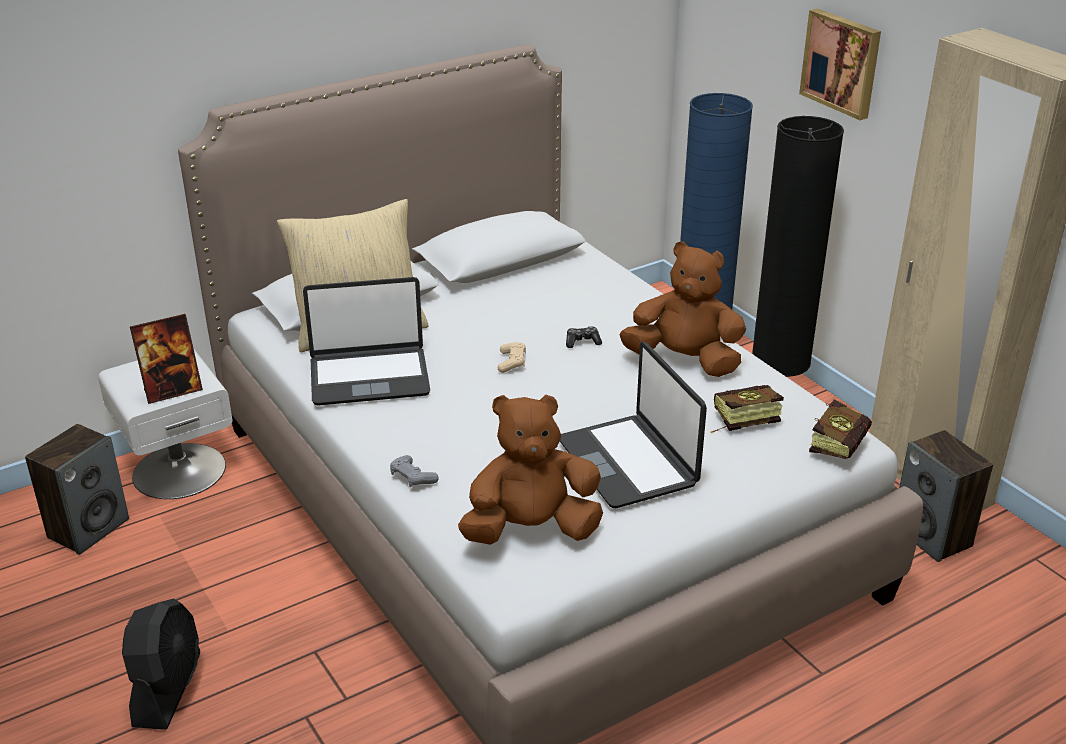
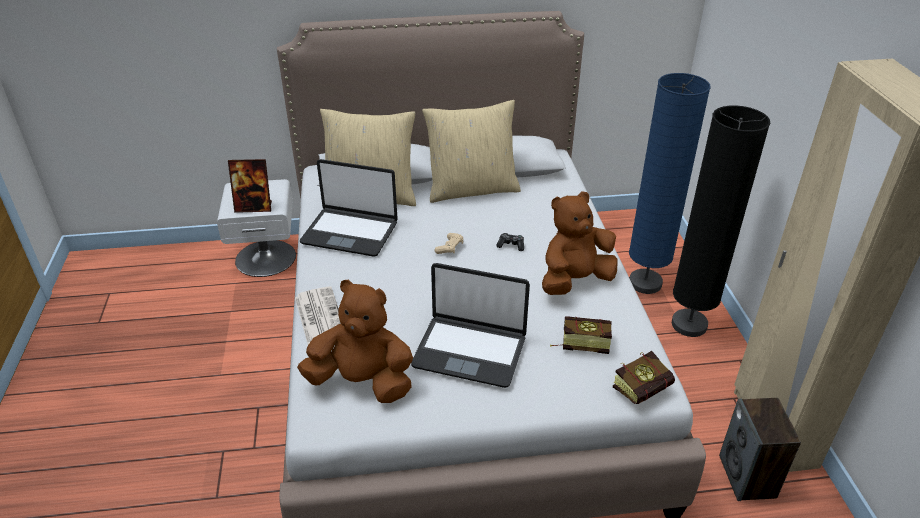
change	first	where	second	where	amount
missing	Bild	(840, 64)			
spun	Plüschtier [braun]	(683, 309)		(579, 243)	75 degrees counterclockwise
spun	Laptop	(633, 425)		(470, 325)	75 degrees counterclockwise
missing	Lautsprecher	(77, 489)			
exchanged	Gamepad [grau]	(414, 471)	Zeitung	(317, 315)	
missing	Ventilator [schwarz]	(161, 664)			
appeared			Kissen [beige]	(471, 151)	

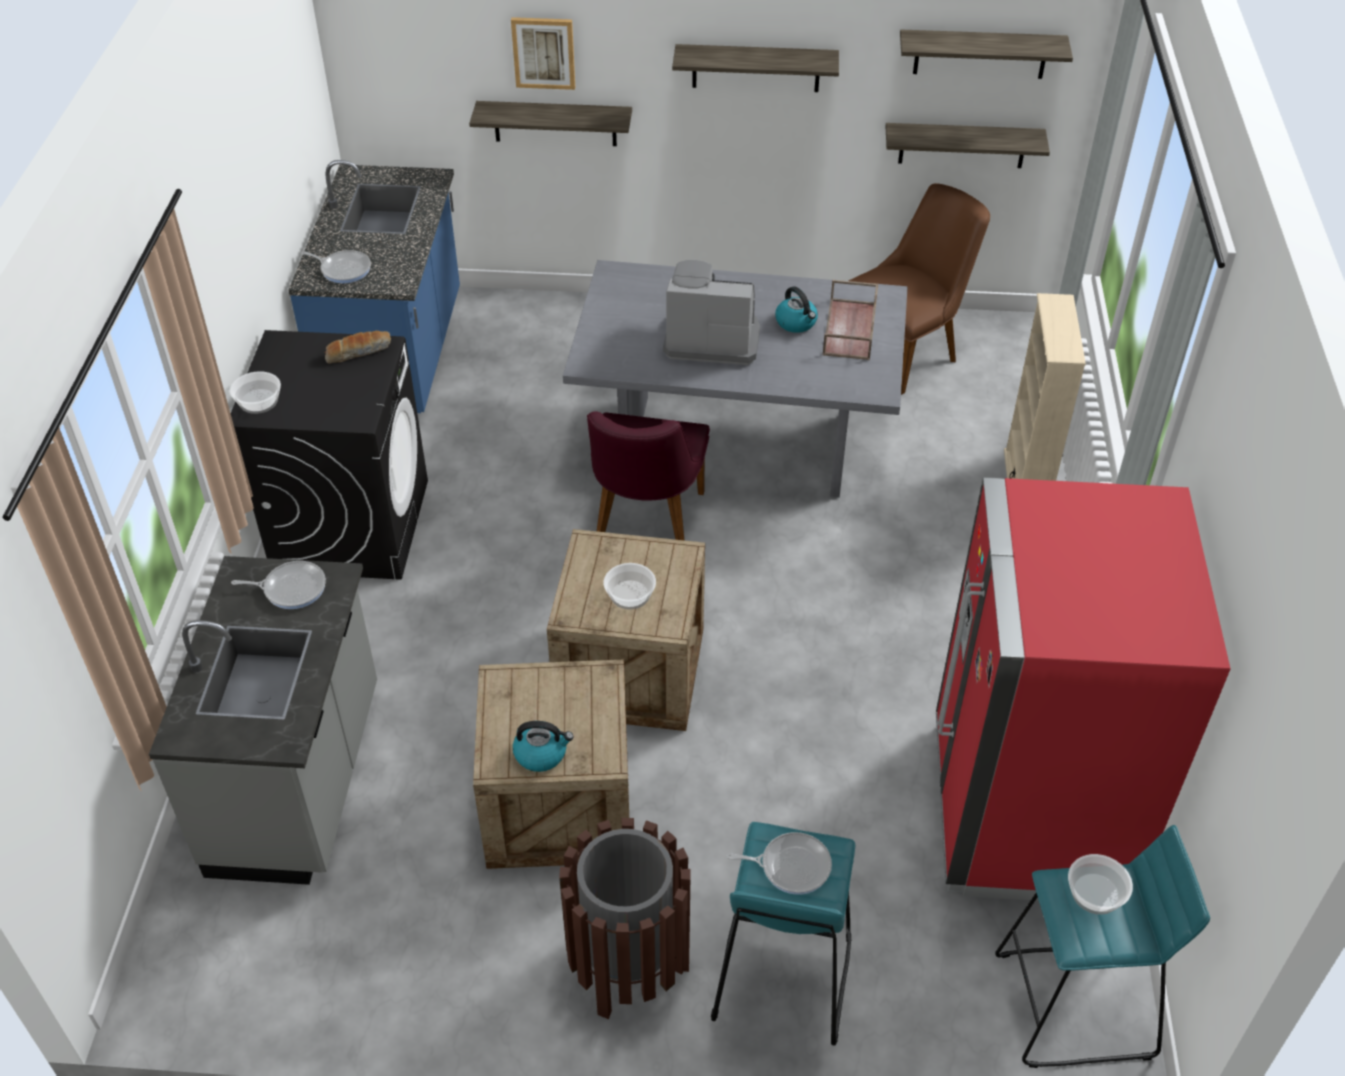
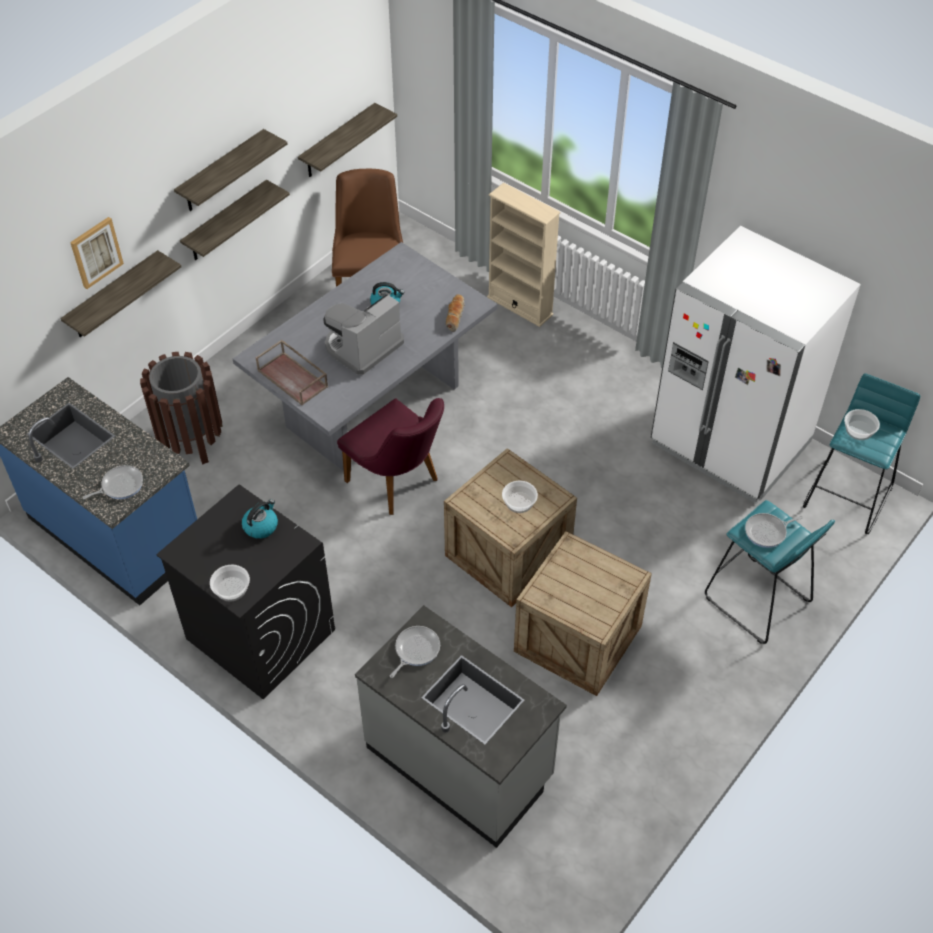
change	first	where	second	where	amount
relocated	Wandregal	(986, 54)		(235, 220)	
relocated	Tablett [braun]	(850, 320)		(291, 372)	
relocated	Brot	(357, 347)		(455, 313)	
colour	Kühlschrank [rot]	(1083, 689)	Kühlschrank [weiß]	(756, 365)	
relocated	Wasserkessel	(543, 746)		(260, 519)	
relocated	Mülleimer [braun]	(625, 918)		(181, 407)	
spun	Pfanne	(779, 863)		(774, 530)	150 degrees counterclockwise

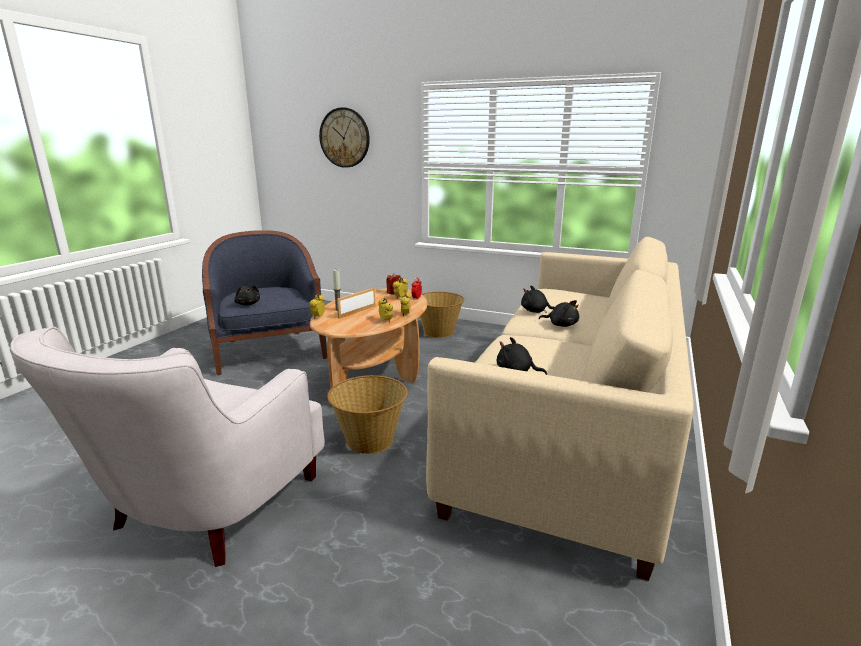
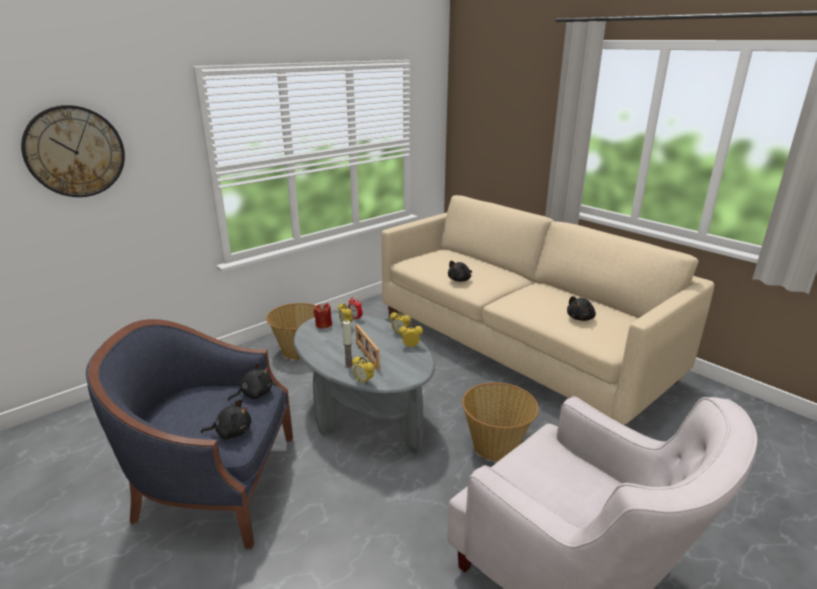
change	first	where	second	where	amount
colour	Couchtisch [braun]	(368, 338)	Couchtisch [grau]	(364, 383)	
relocated	Plüschtier [schwarz]	(559, 313)		(250, 382)	

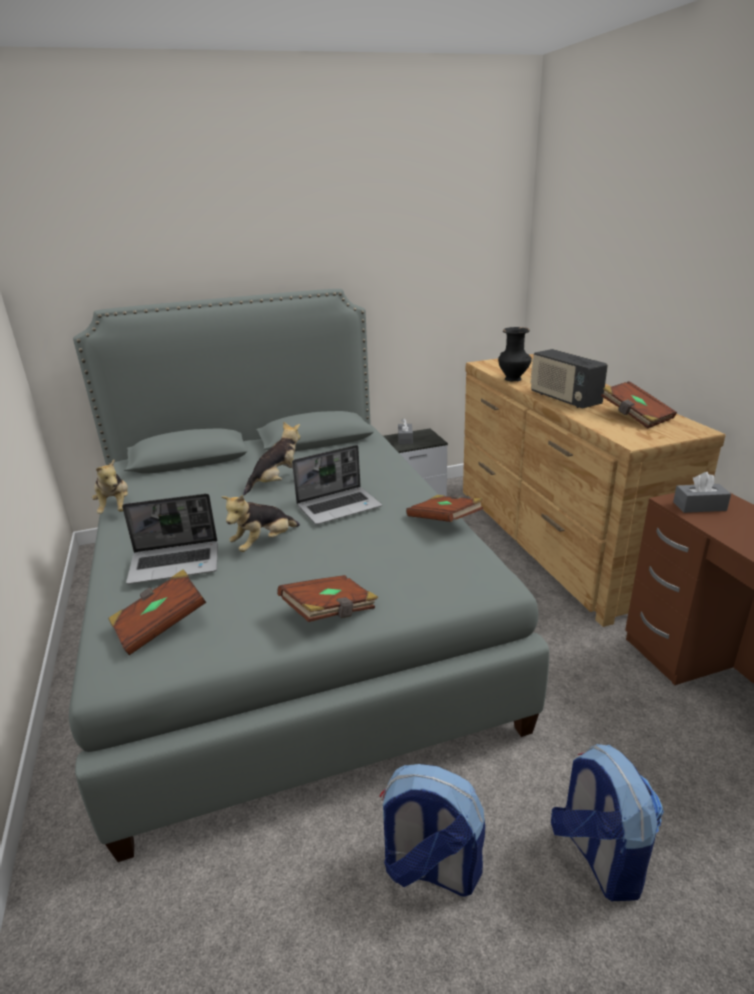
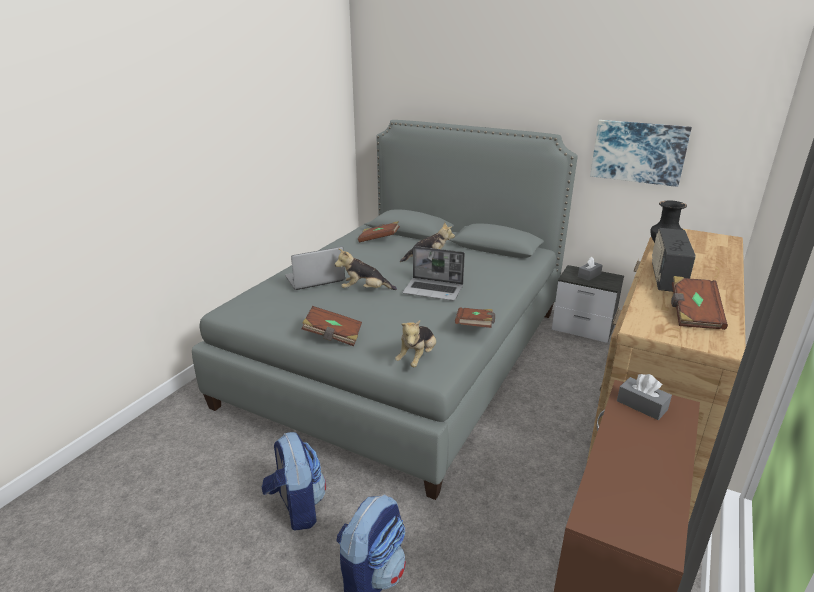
change	first	where	second	where	amount
relocated	Plüschtier	(110, 486)		(415, 343)	
spun	Laptop	(170, 538)		(315, 268)	120 degrees clockwise
relocated	Buch [braun]	(157, 612)		(379, 231)	
appeared			Bild	(641, 153)	

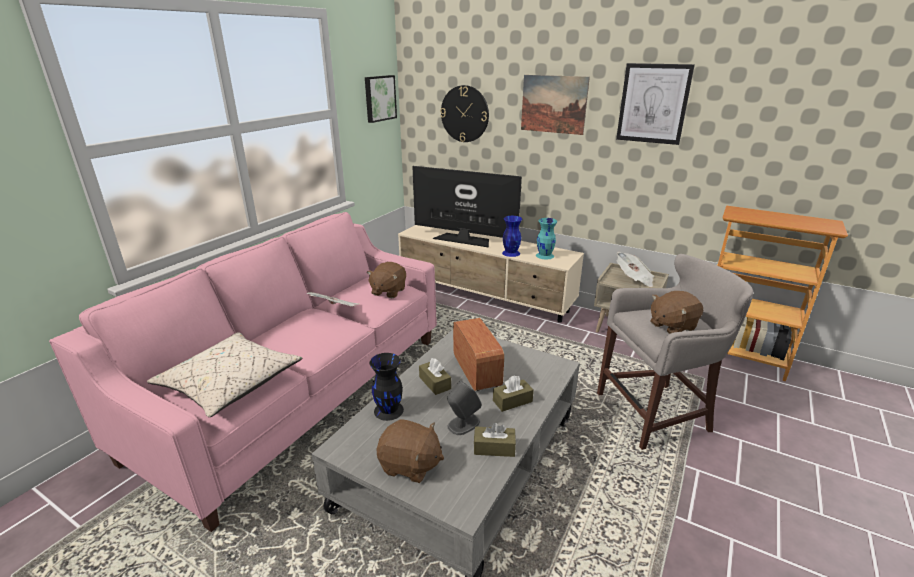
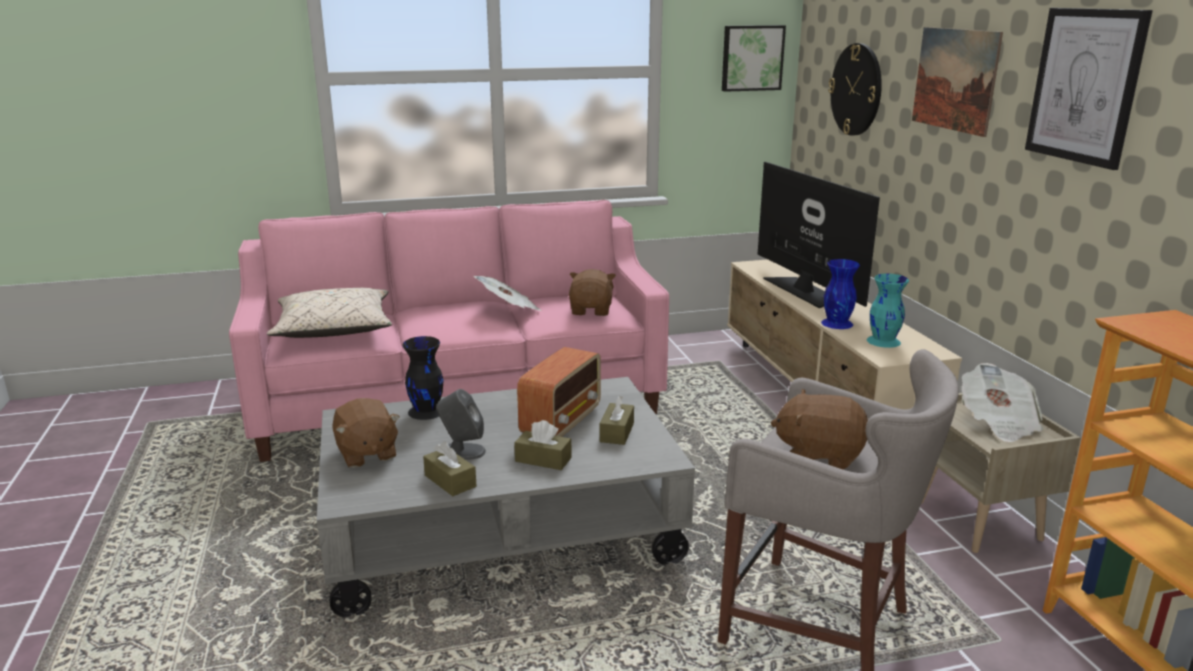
change	first	where	second	where	amount
spun	Plüschtier [braun]	(386, 280)		(592, 292)	120 degrees clockwise
relocated	Taschentuchbox [braun]	(435, 376)		(617, 420)	

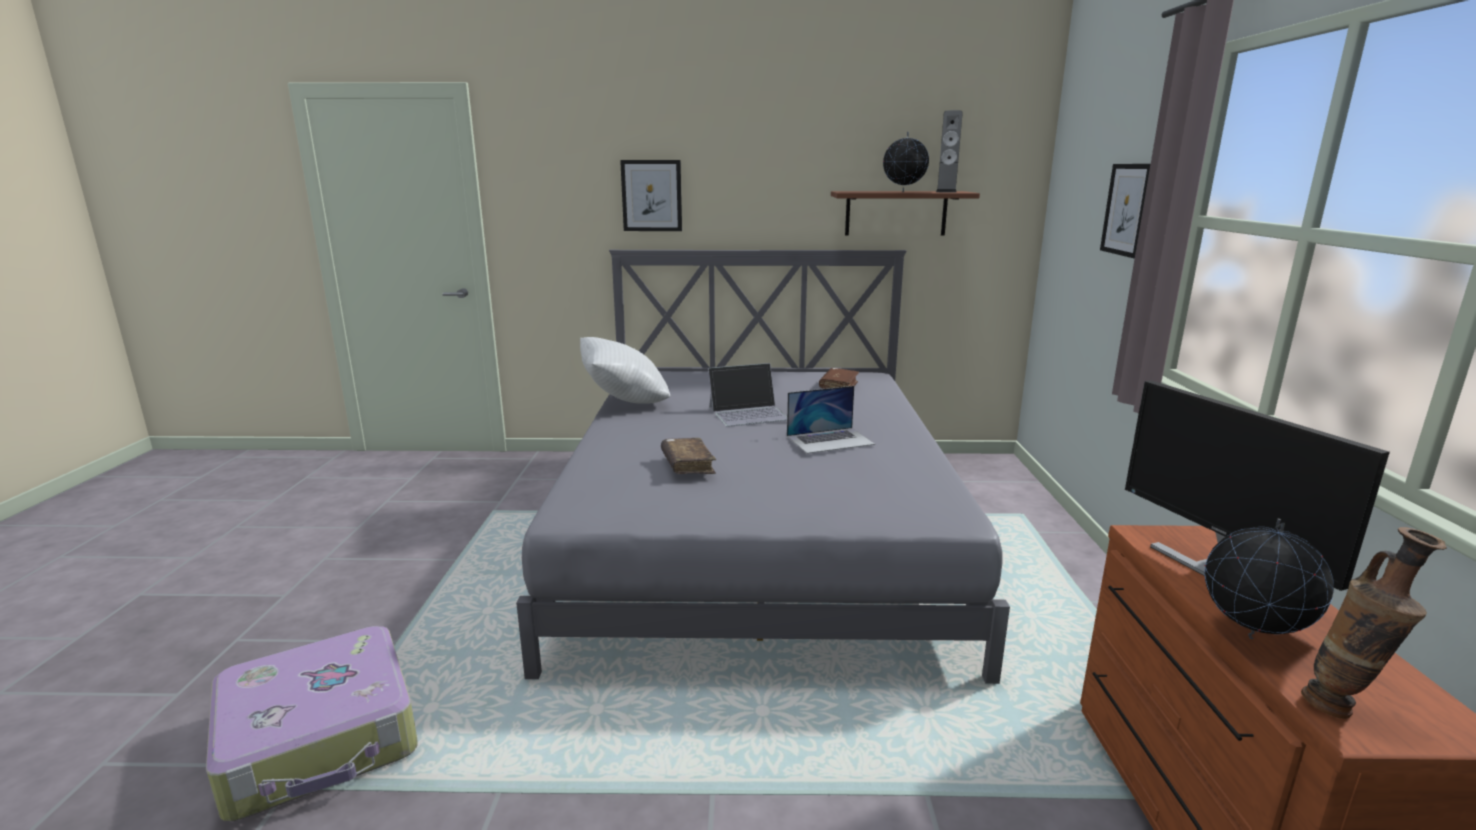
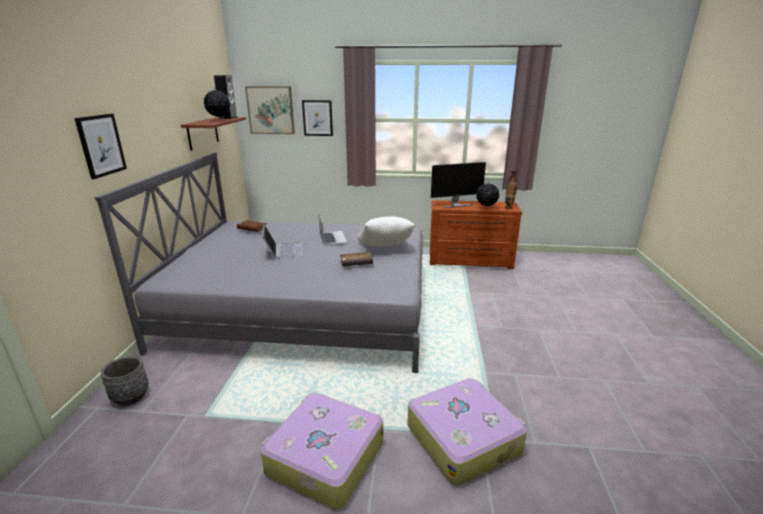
change	first	where	second	where	amount
relocated	Kissen [weiß]	(625, 370)		(386, 231)	
appeared			Bild	(270, 110)	
appeared			Pflanzkübel [grau]	(125, 381)	
appeared			Koffer	(322, 451)	

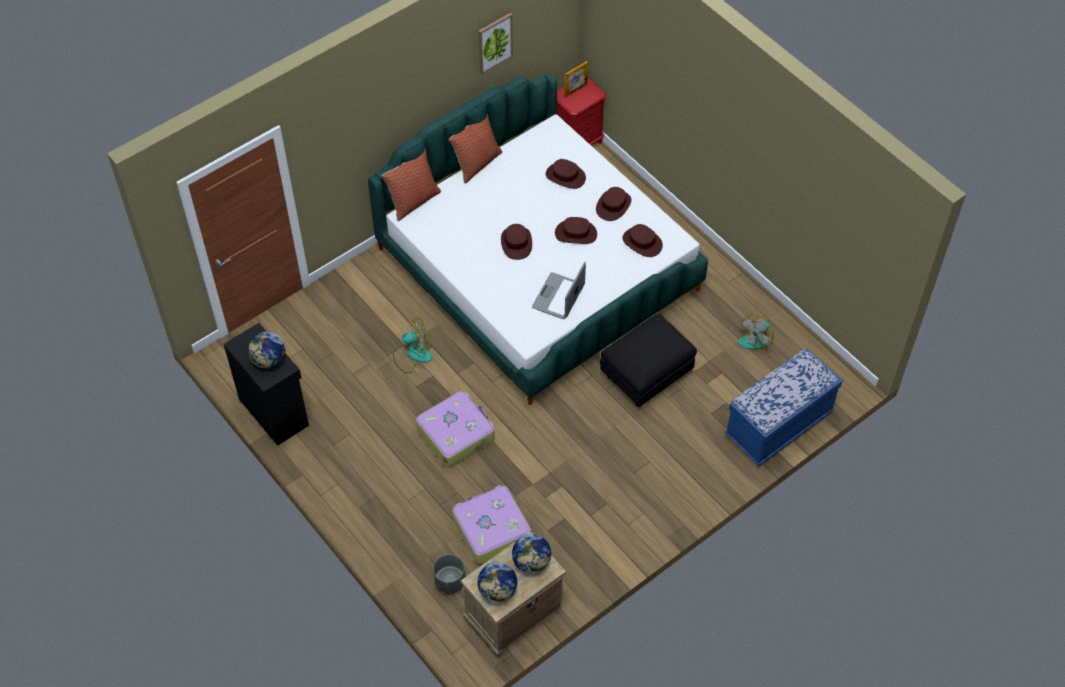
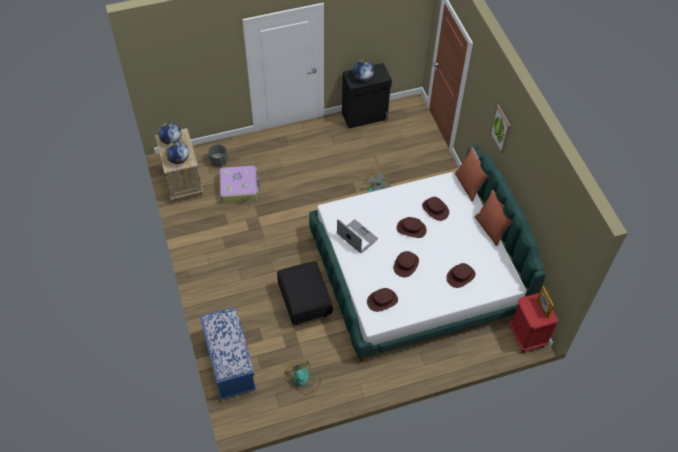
change	first	where	second	where	amount
relocated	Bild	(495, 43)		(500, 129)	
relocated	Hut [braun]	(613, 204)		(435, 209)	
missing	Koffer	(455, 429)			

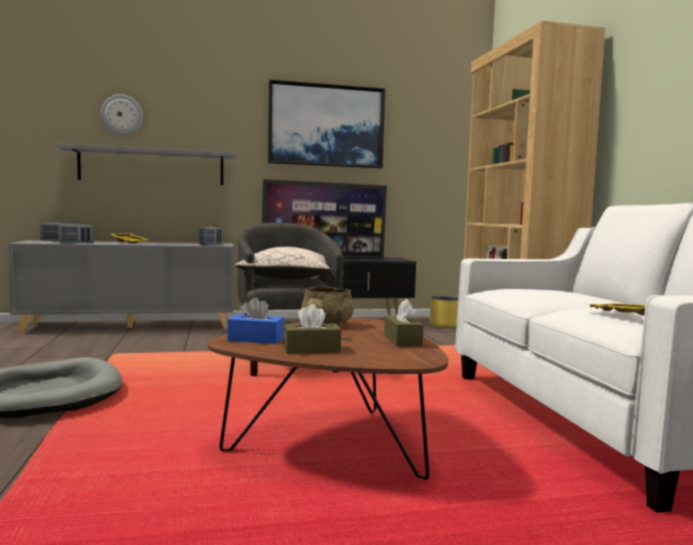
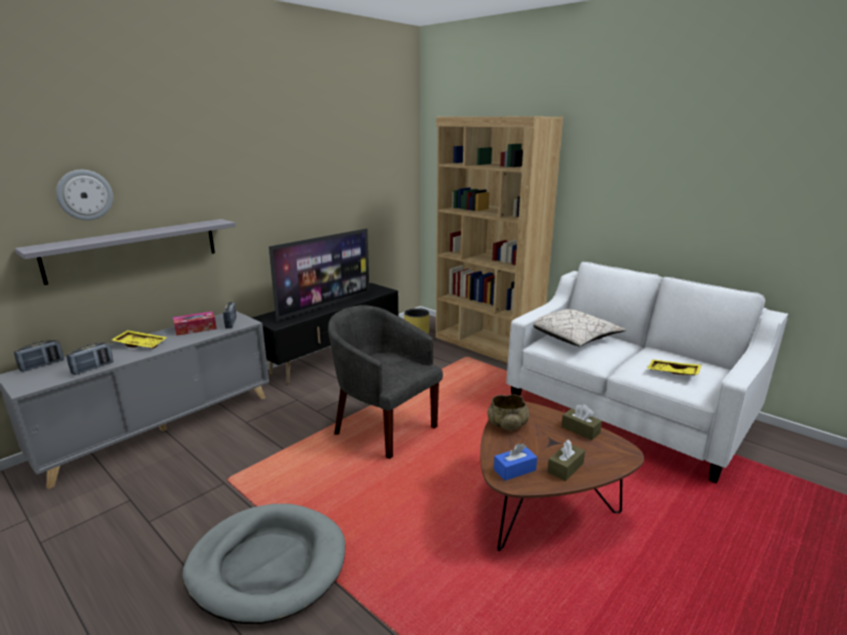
change	first	where	second	where	amount
missing	Bild	(326, 124)			
relocated	Kissen [beige]	(282, 263)		(580, 328)	
appeared			Taschentuchbox	(195, 323)	

